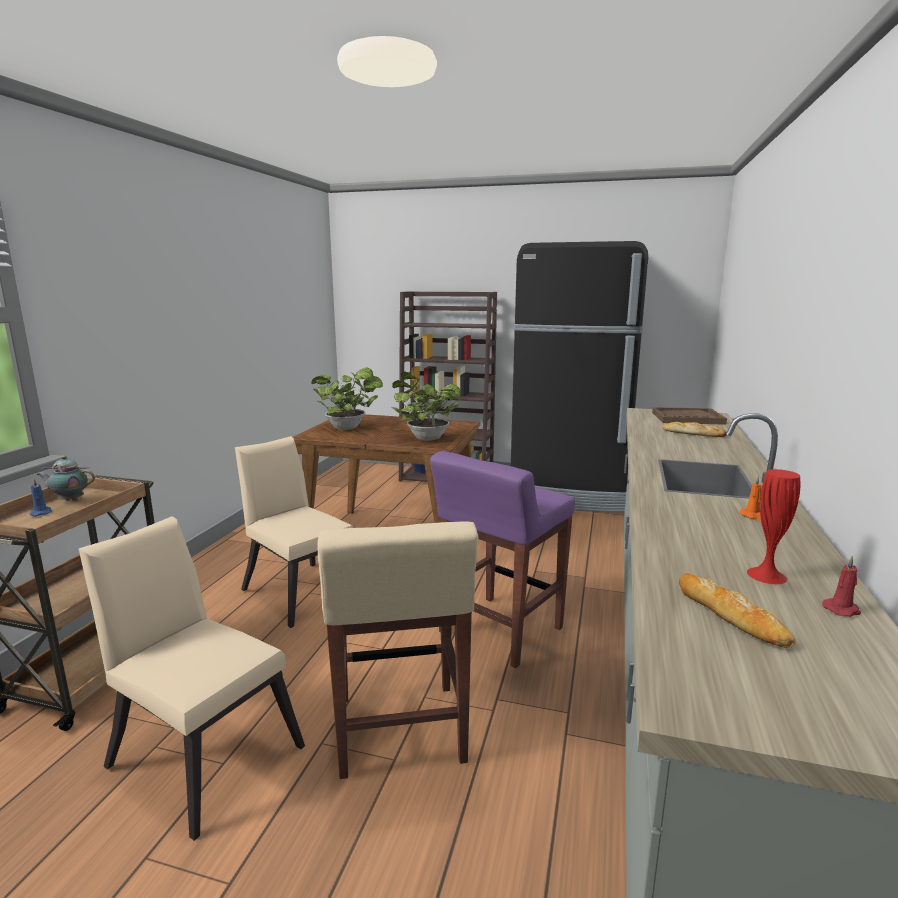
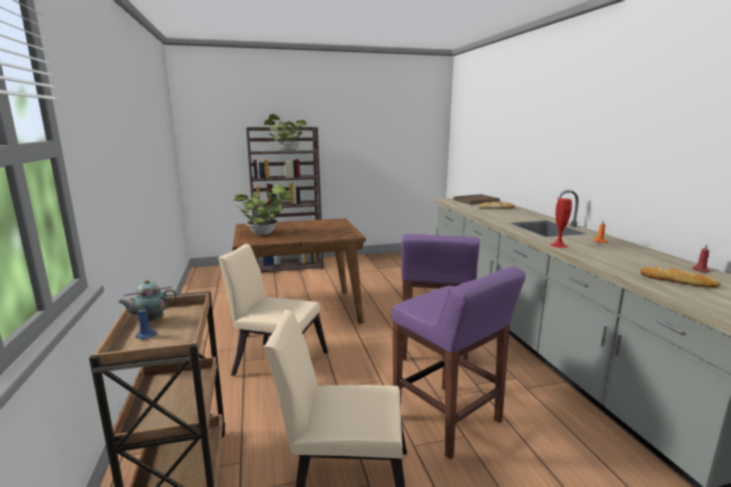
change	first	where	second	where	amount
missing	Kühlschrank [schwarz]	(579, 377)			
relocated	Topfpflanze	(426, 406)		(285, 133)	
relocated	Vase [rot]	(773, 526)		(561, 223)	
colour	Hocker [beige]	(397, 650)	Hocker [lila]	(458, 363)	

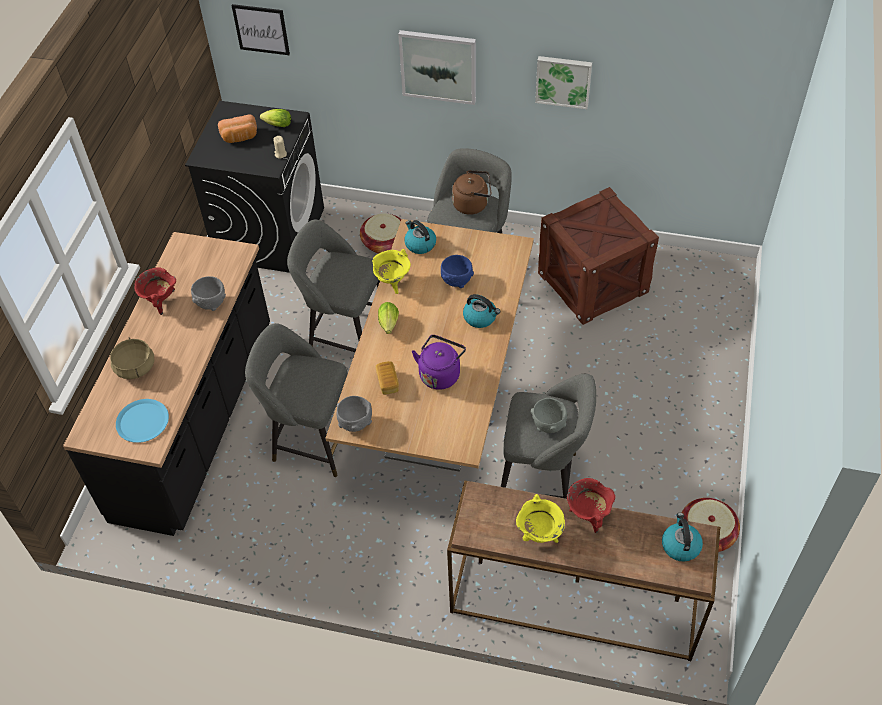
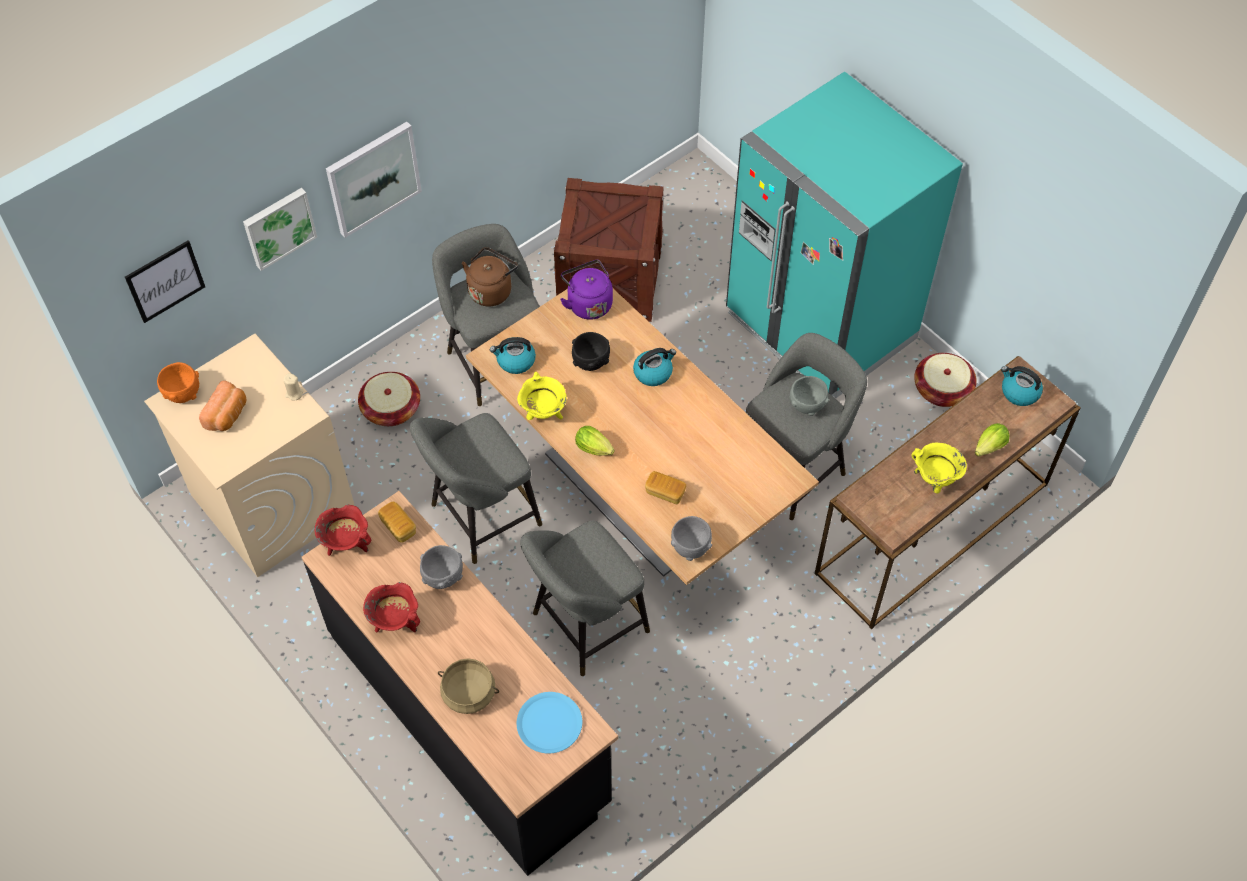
change	first	where	second	where	amount
relocated	Bild	(563, 82)		(280, 229)	
colour	Waschmaschine [schwarz]	(254, 187)	Waschmaschine [beige]	(249, 455)	
relocated	Salatkopf	(275, 118)		(992, 439)	
colour	Schüssel [blau]	(457, 271)	Schüssel [schwarz]	(591, 351)	
relocated	Wasserkessel [lila]	(439, 362)		(586, 290)	
relocated	Kochtopf [rot]	(591, 505)		(343, 530)	
appeared			Kühlschrank [türkis]	(844, 235)	
appeared			Schüssel [orange]	(178, 382)	
appeared			Brot	(397, 522)	

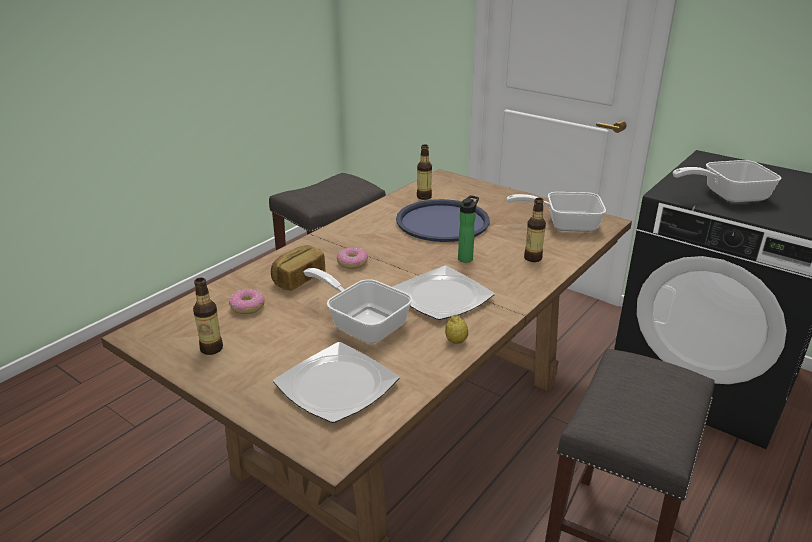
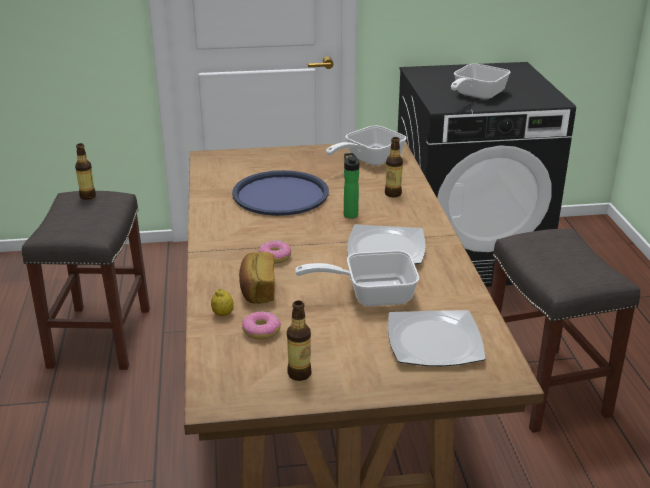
change	first	where	second	where	amount
relocated	Flasche	(424, 172)		(85, 171)	
relocated	Zitrone	(456, 329)		(222, 302)	

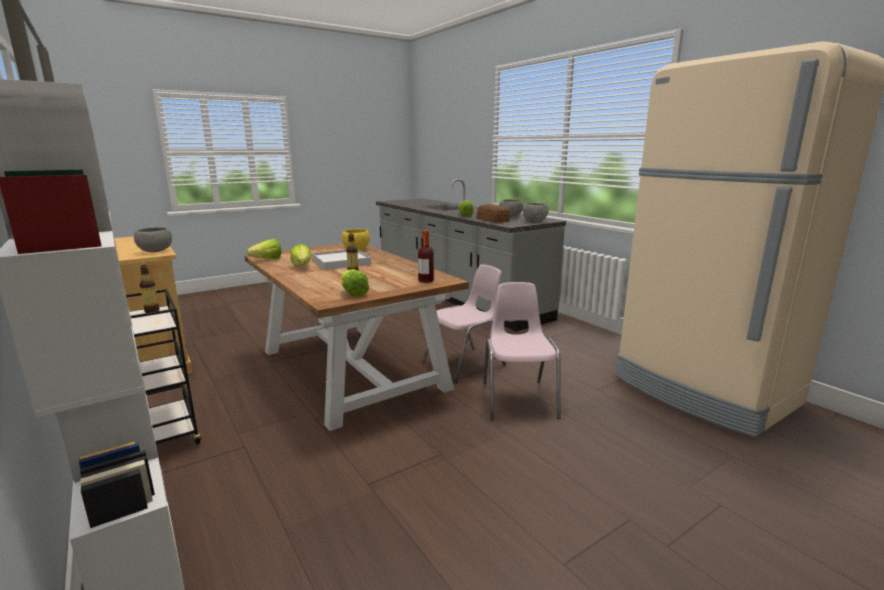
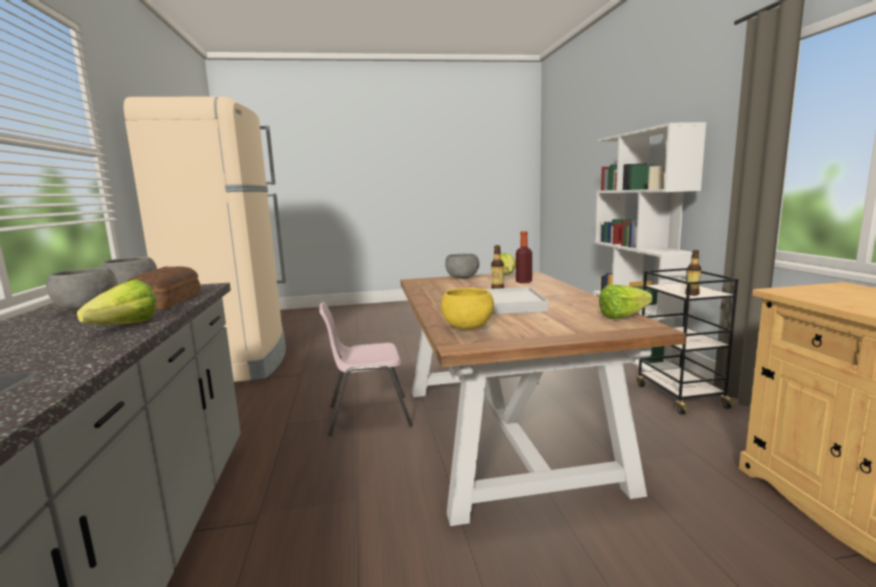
change	first	where	second	where	amount
relocated	Schüssel [grau]	(153, 239)		(462, 266)	
relocated	Flasche	(426, 256)		(524, 257)	
missing	Salatkopf	(301, 255)			
missing	Stuhl [rosa]	(522, 351)			

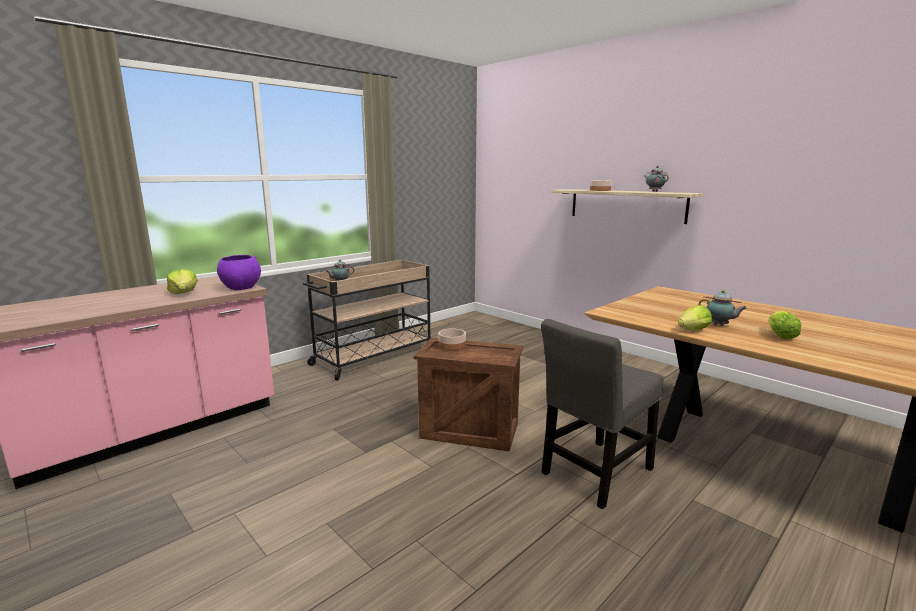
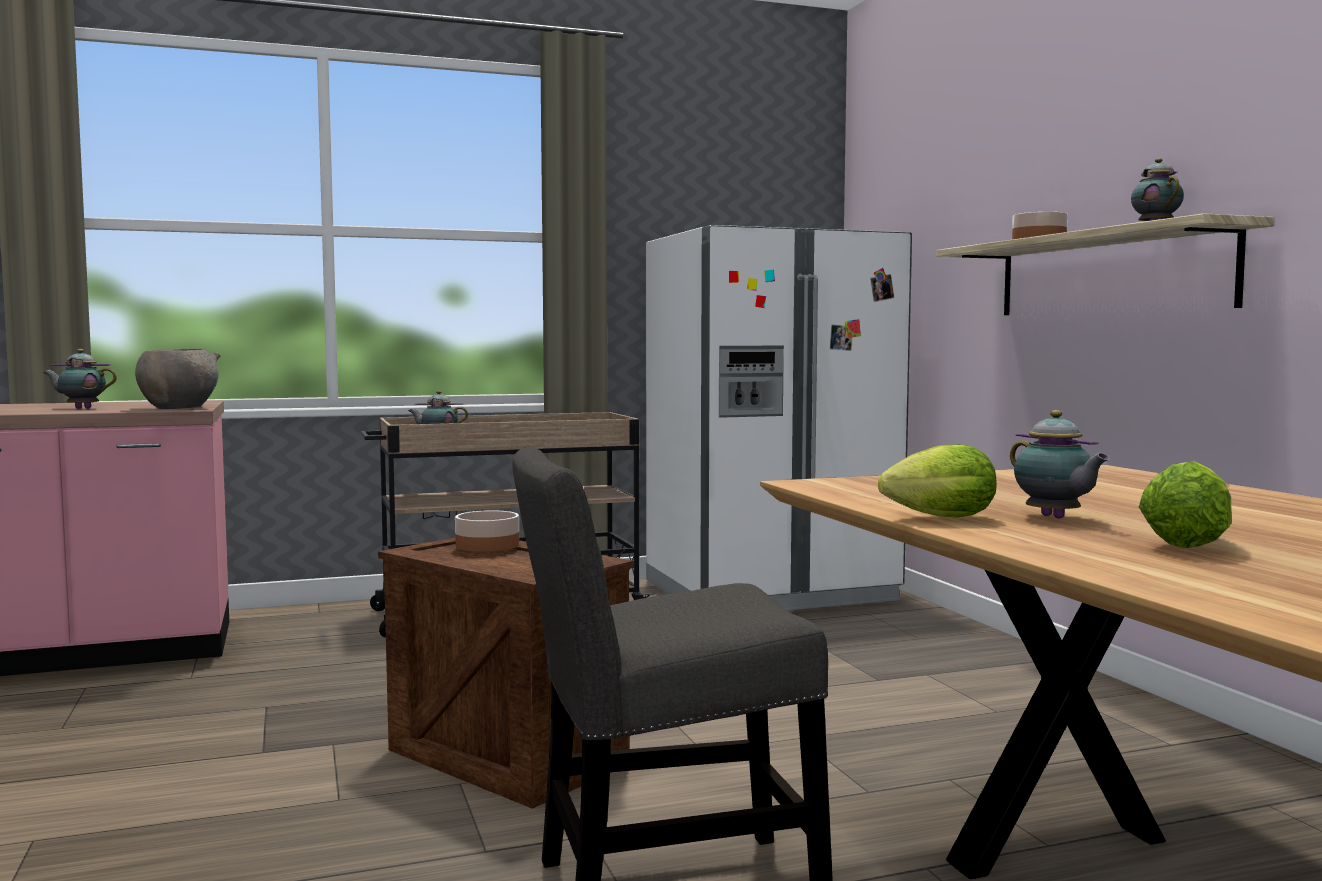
change	first	where	second	where	amount
colour	Schüssel [lila]	(239, 272)	Schüssel [grau]	(178, 378)	
exchanged	Salatkopf	(182, 281)	Teekanne	(80, 379)	
appeared			Kühlschrank [weiß]	(779, 417)	

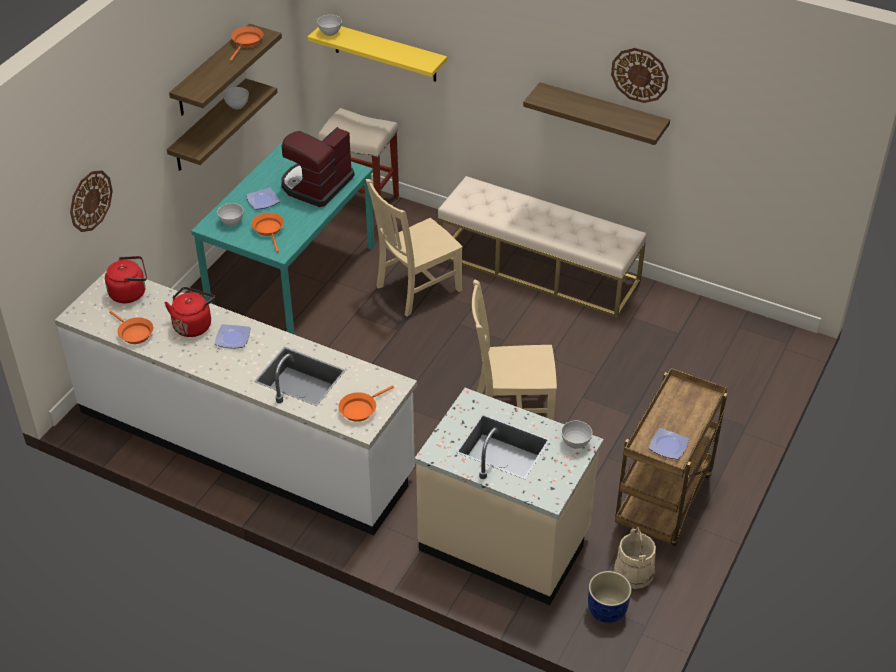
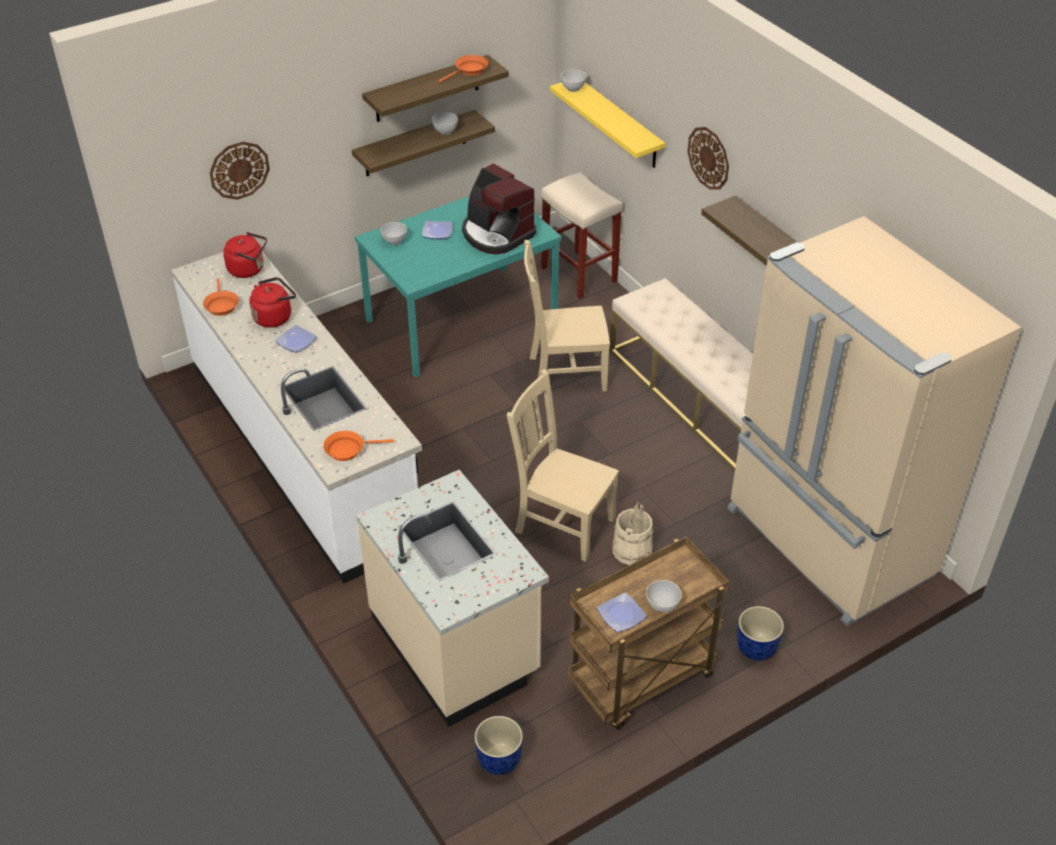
change	first	where	second	where	amount
relocated	Wanduhr	(640, 75)		(708, 158)	
spun	Kaffeemaschine	(318, 167)		(499, 208)	105 degrees counterclockwise
missing	Pfanne [orange]	(268, 233)			
relocated	Schüssel [grau]	(576, 434)		(664, 596)	
relocated	Eimer [beige]	(635, 558)		(632, 533)	
appeared			Kühlschrank [beige]	(874, 421)	
appeared			Pflanzkübel [blau]	(760, 633)	

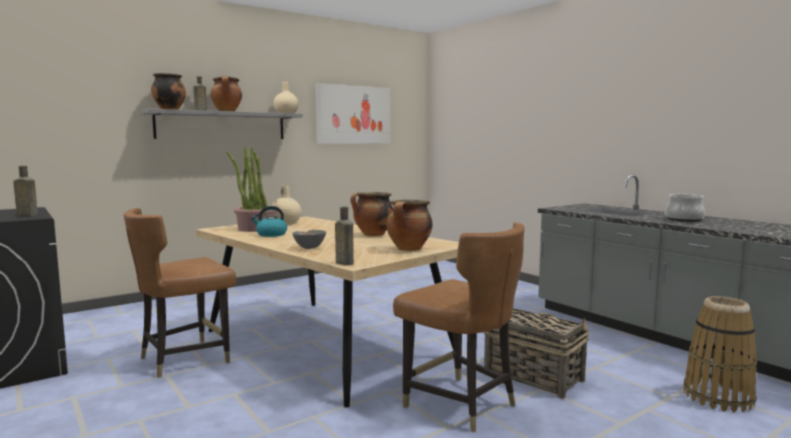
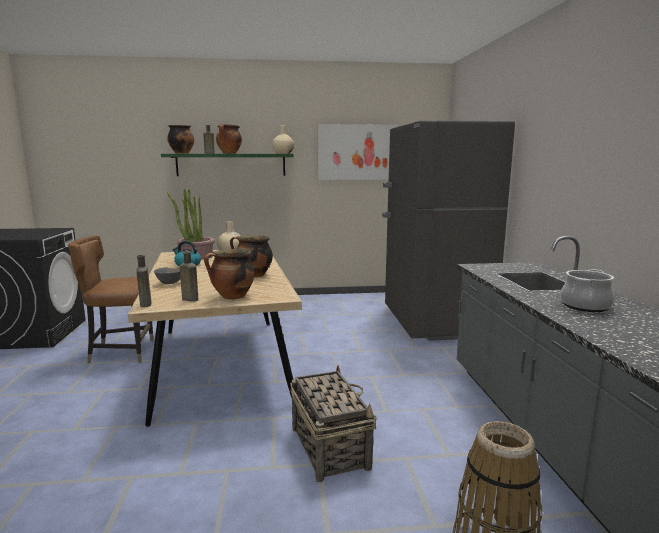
change	first	where	second	where	amount
colour	Wandregal [grau]	(222, 124)	Wandregal [grün]	(227, 165)	
relocated	Flasche [braun]	(25, 191)		(189, 276)	
missing	Stuhl [braun]	(459, 327)			
appeared			Kühlschrank [grau]	(448, 230)	

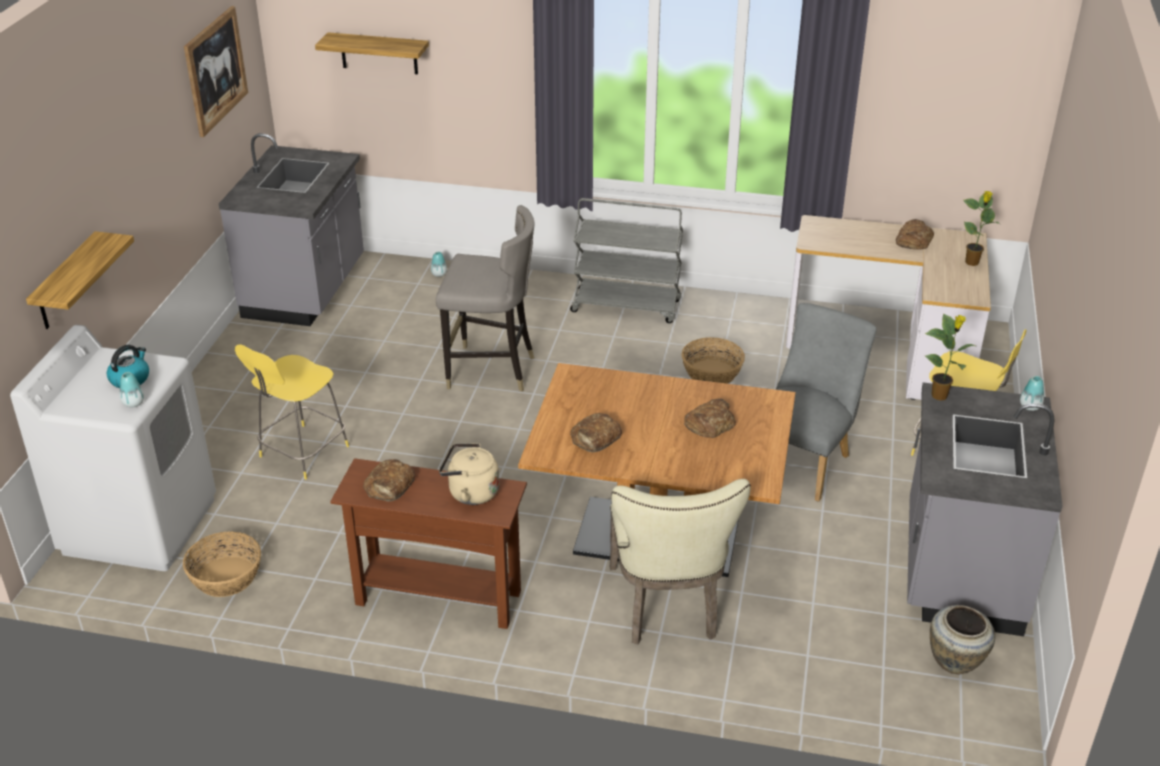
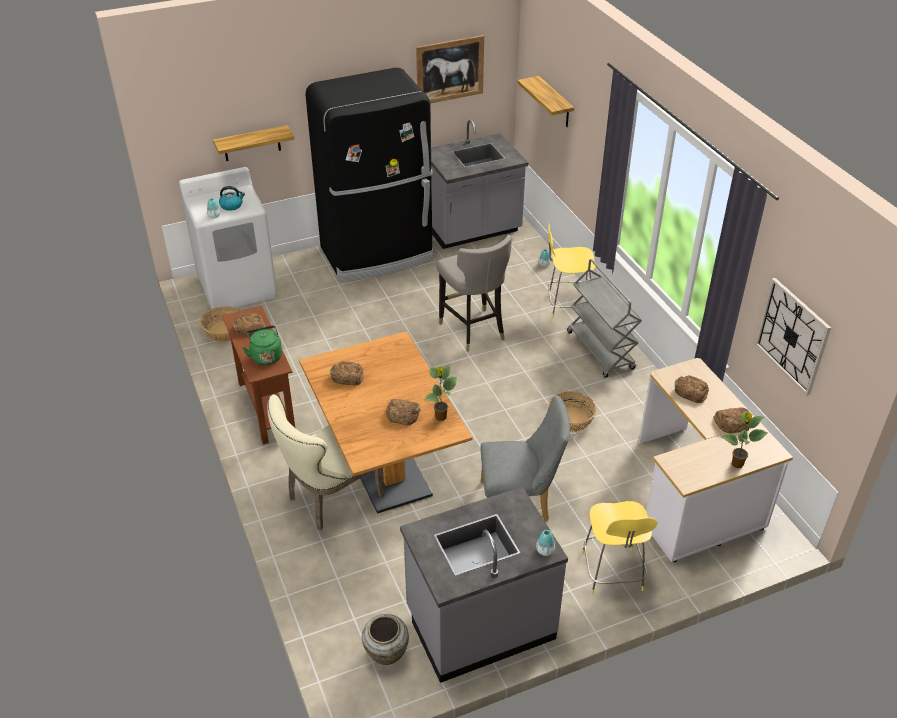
change	first	where	second	where	amount
relocated	Topfpflanze	(950, 356)		(440, 393)	
relocated	Hocker [gelb]	(292, 411)		(572, 271)	
colour	Wasserkessel [beige]	(469, 474)	Wasserkessel [grün]	(262, 345)	
appeared			Kühlschrank [schwarz]	(369, 175)	
appeared			Wanduhr	(793, 337)	
appeared			Brot	(692, 389)	

